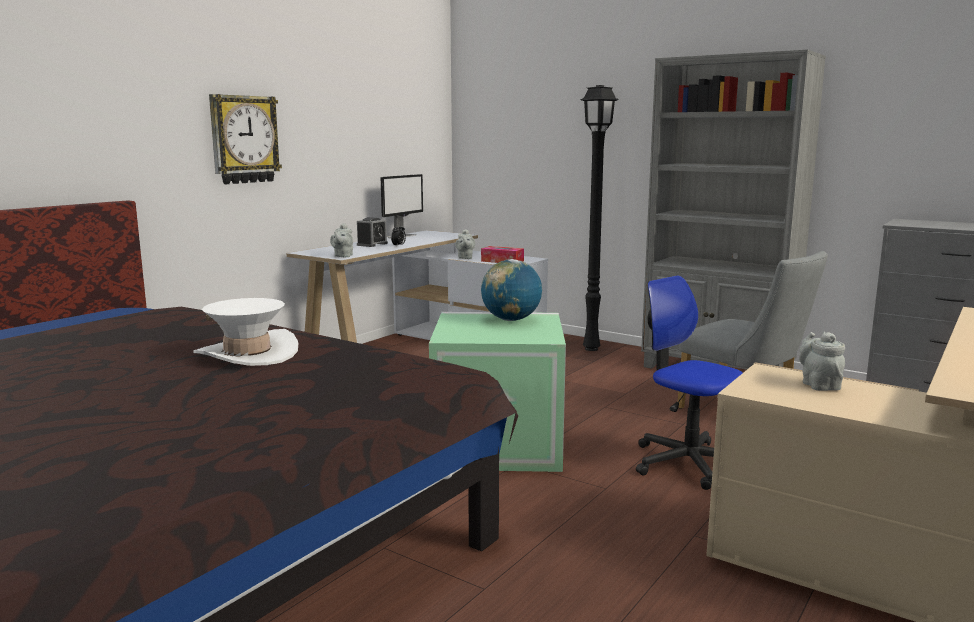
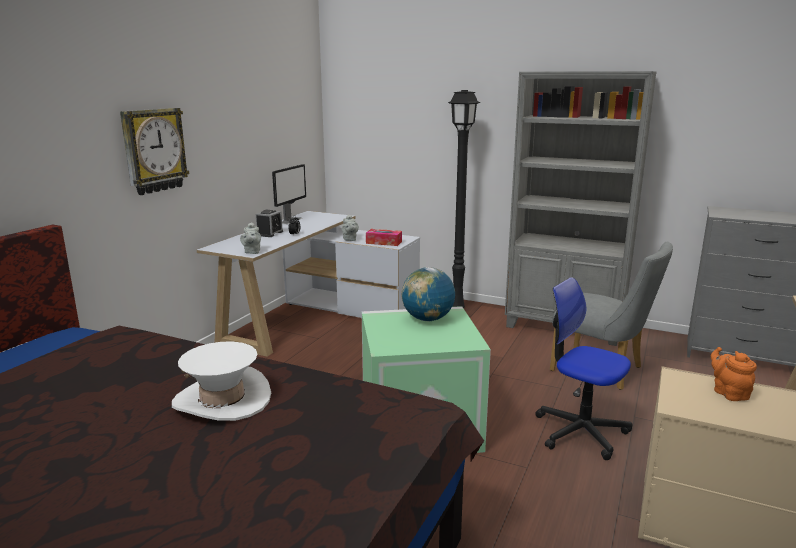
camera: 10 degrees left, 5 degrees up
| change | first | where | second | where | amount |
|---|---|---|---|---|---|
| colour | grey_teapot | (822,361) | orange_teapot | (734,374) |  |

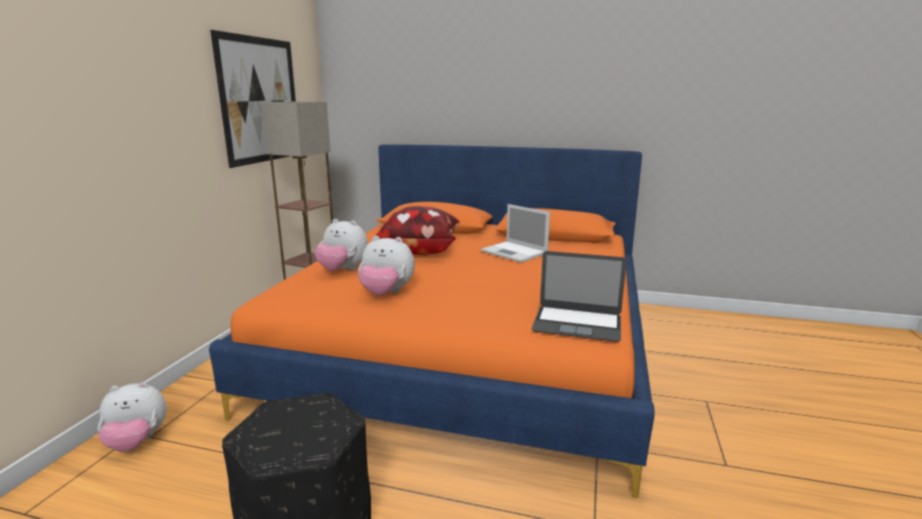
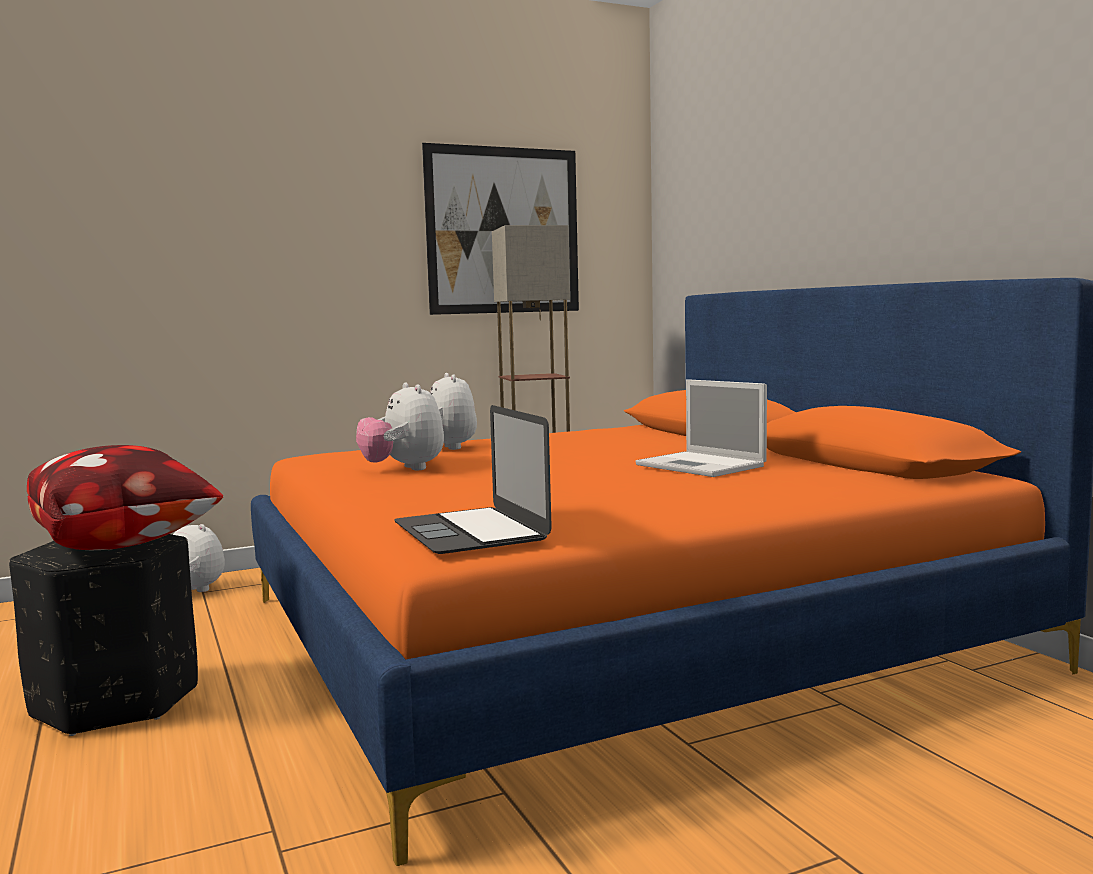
camera: 50 degrees right, 10 degrees down
| change | first | where | second | where | amount |
|---|---|---|---|---|---|
| relocated | pillow | (417,230) |  | (125,497) |  |
| spun | laptop | (515,233) |  | (701,428) | 45 degrees counterclockwise |

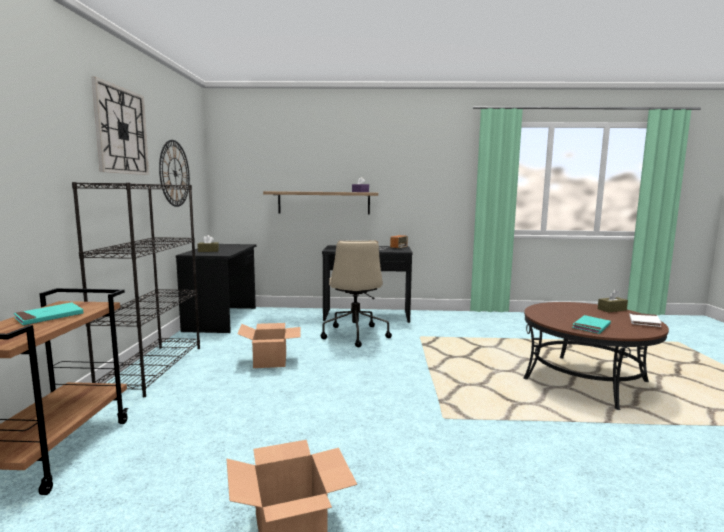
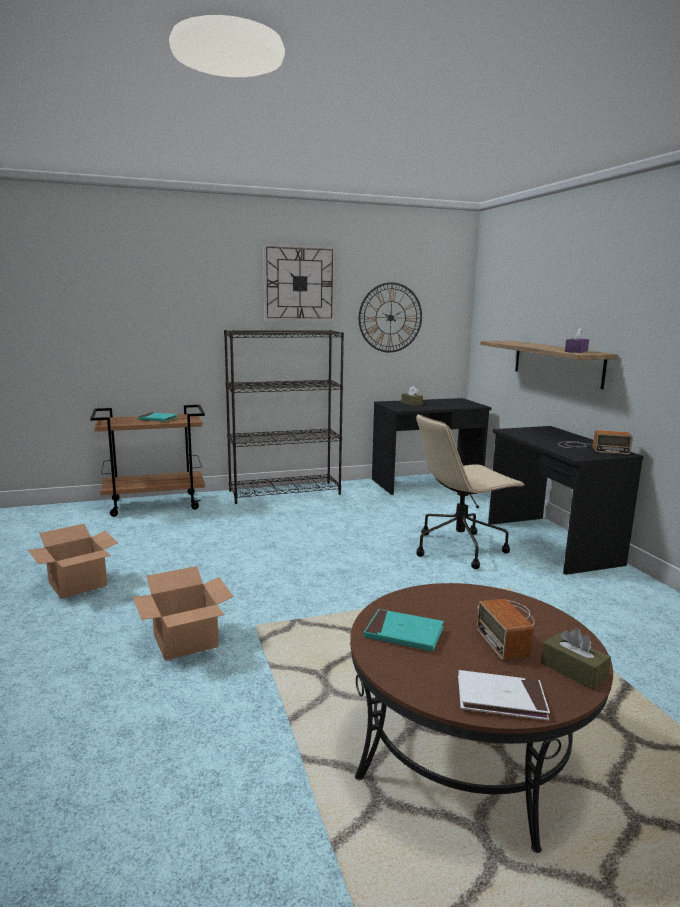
camera: 70 degrees right, 5 degrees up
| change | first | where | second | where | amount |
|---|---|---|---|---|---|
| relocated | cardboard_box | (269,345) |  | (183,613) |  |
| appeared |  |  | radio | (506,629) |  |

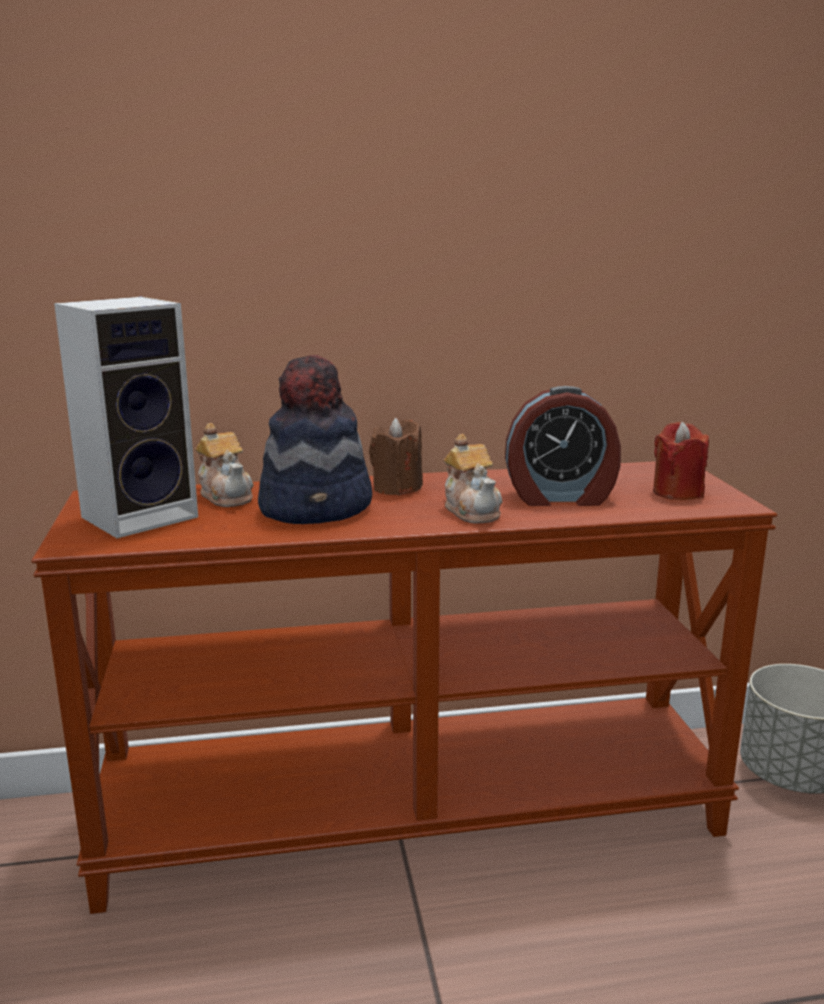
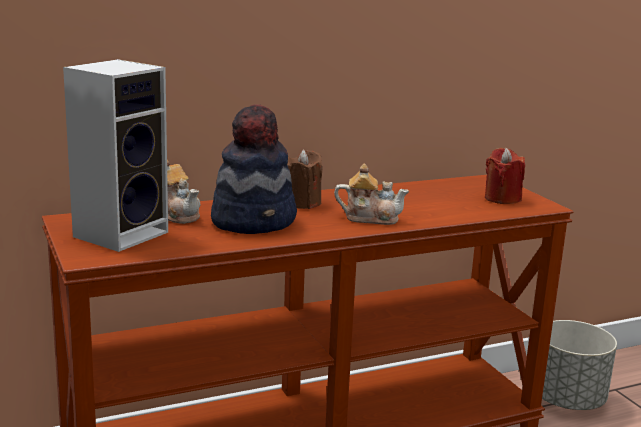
camera: 15 degrees left, 0 degrees up
| change | first | where | second | where | amount |
|---|---|---|---|---|---|
| spun | teapot | (473,479) |  | (371,194) | 45 degrees counterclockwise |
| missing | alarm_clock | (563,446) |  |  |  |

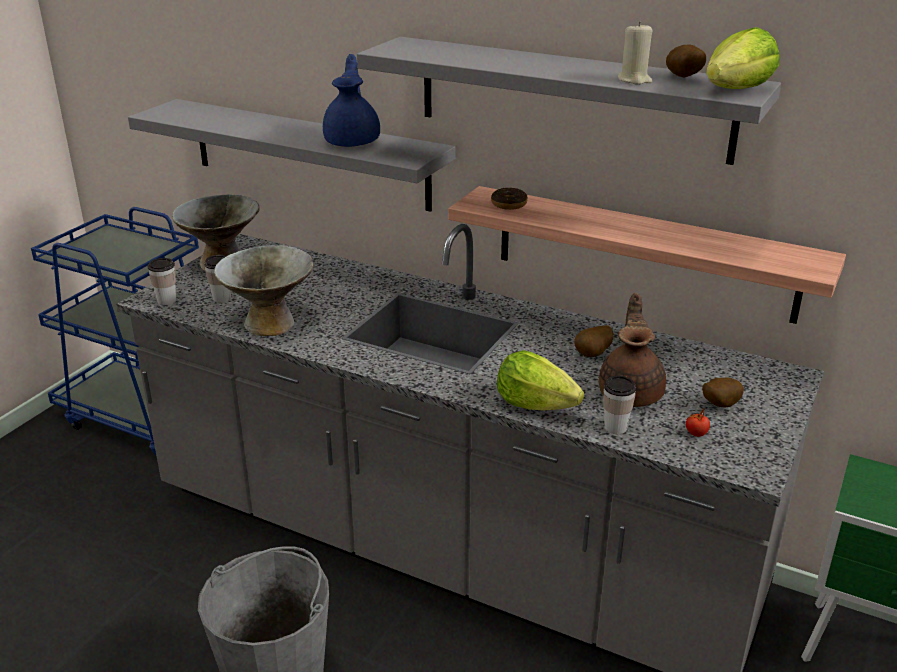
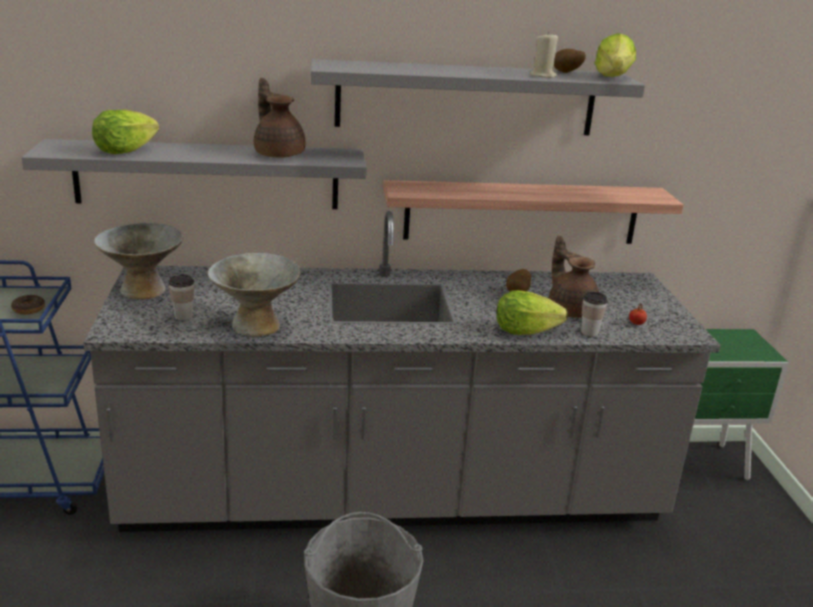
camera: 35 degrees left, 5 degrees down
| change | first | where | second | where | amount |
|---|---|---|---|---|---|
| missing | cup | (162,281) |  |  |  |
| colour | blue_teapot | (351,100) | brown_teapot | (279,118) |  |
| relocated | donut | (509,199) |  | (28,304) |  |
| missing | potato | (723,392) |  |  |  |
| appeared |  |  | lettuce | (125,132) |  |

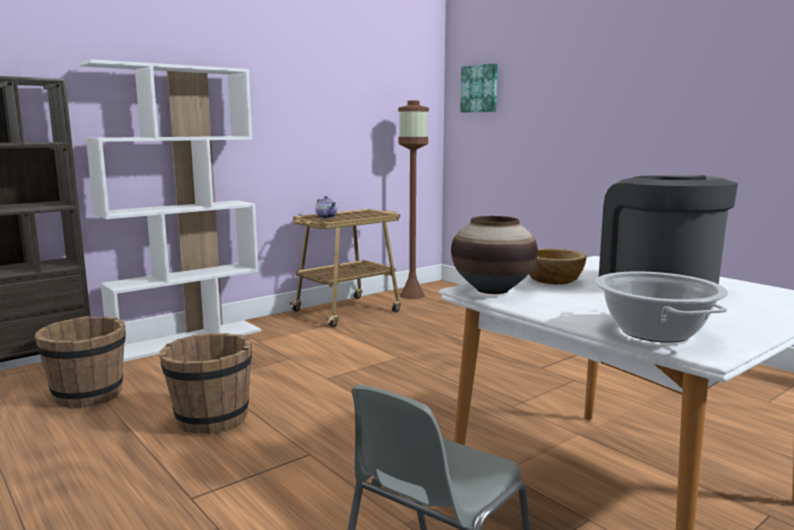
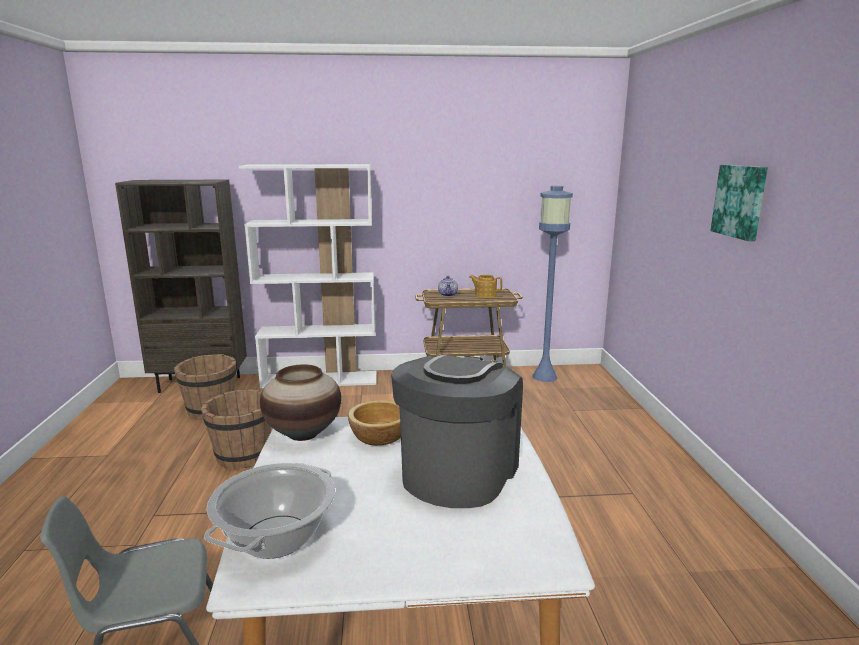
camera: 35 degrees right, 5 degrees up
| change | first | where | second | where | amount |
|---|---|---|---|---|---|
| colour | brown_floor_lamp | (413,200) | blue_floor_lamp | (552,284) |  |
| relocated | picture | (479,87) |  | (739,203) |  |
| appeared |  |  | teapot | (485,286) |  |

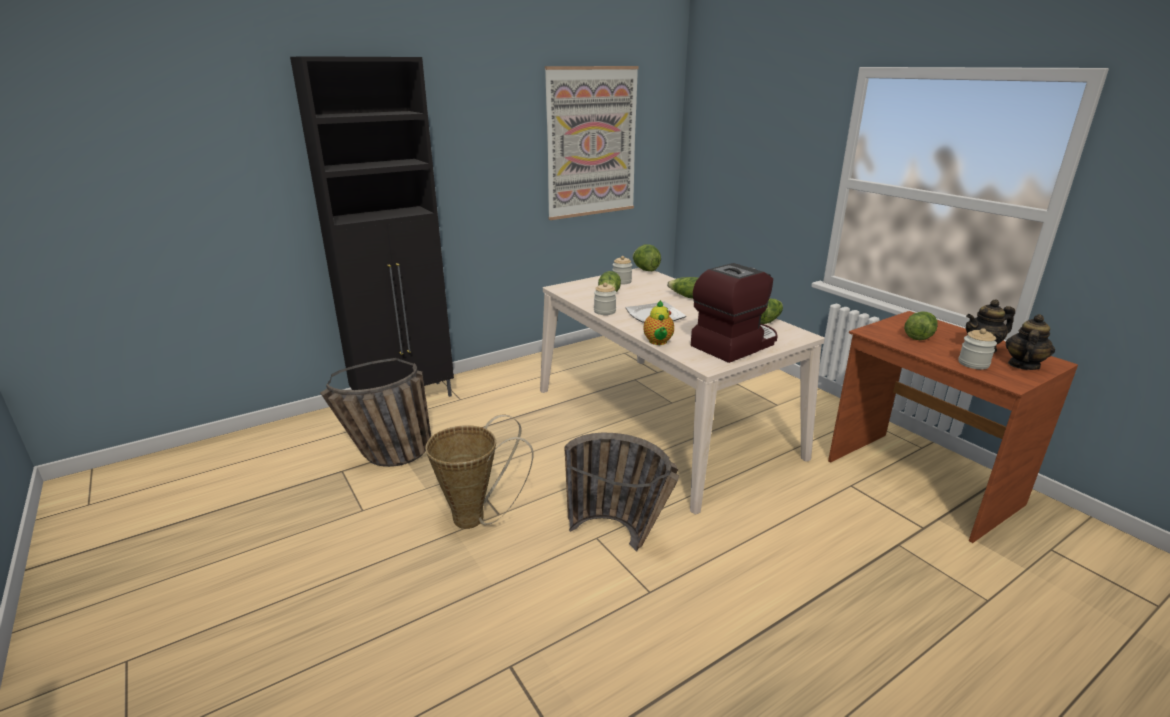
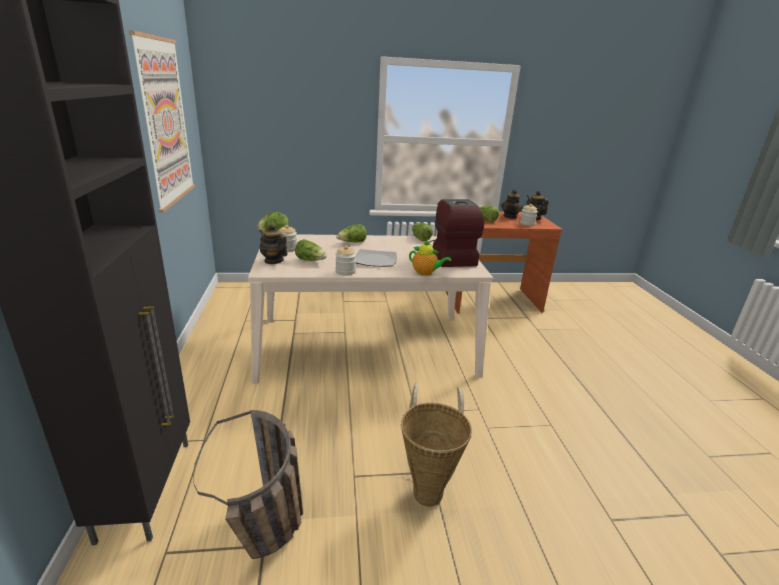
camera: 65 degrees left, 0 degrees up
| change | first | where | second | where | amount |
|---|---|---|---|---|---|
| missing | basket | (621,492) |  |  |  |
| appeared |  |  | teapot | (273,244) |  |

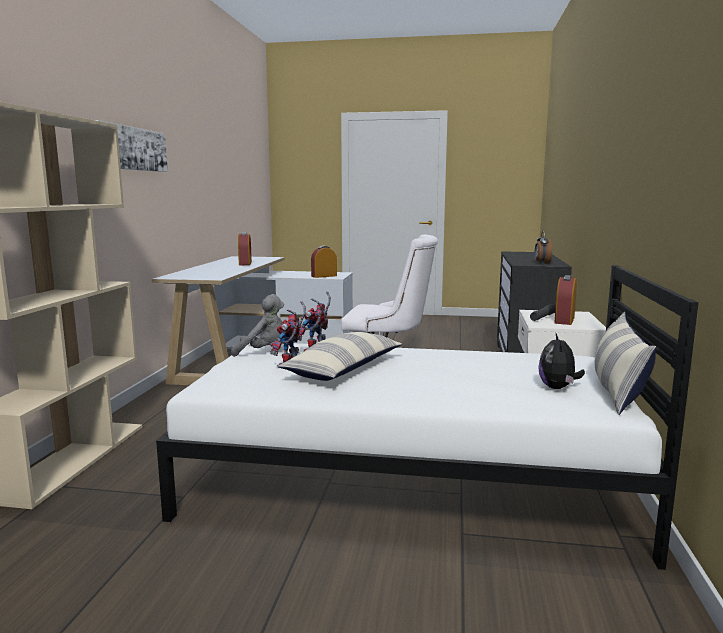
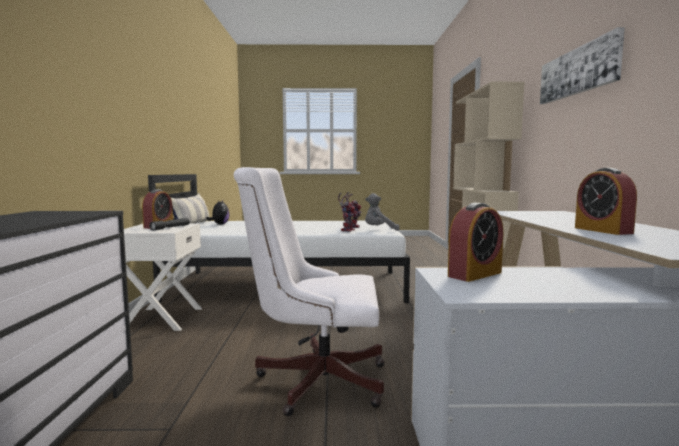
camera: 170 degrees right, 5 degrees down
| change | first | where | second | where | amount |
|---|---|---|---|---|---|
| missing | pillow | (340,356) |  |  |  |
| missing | alarm_clock | (543,247) |  |  |  |

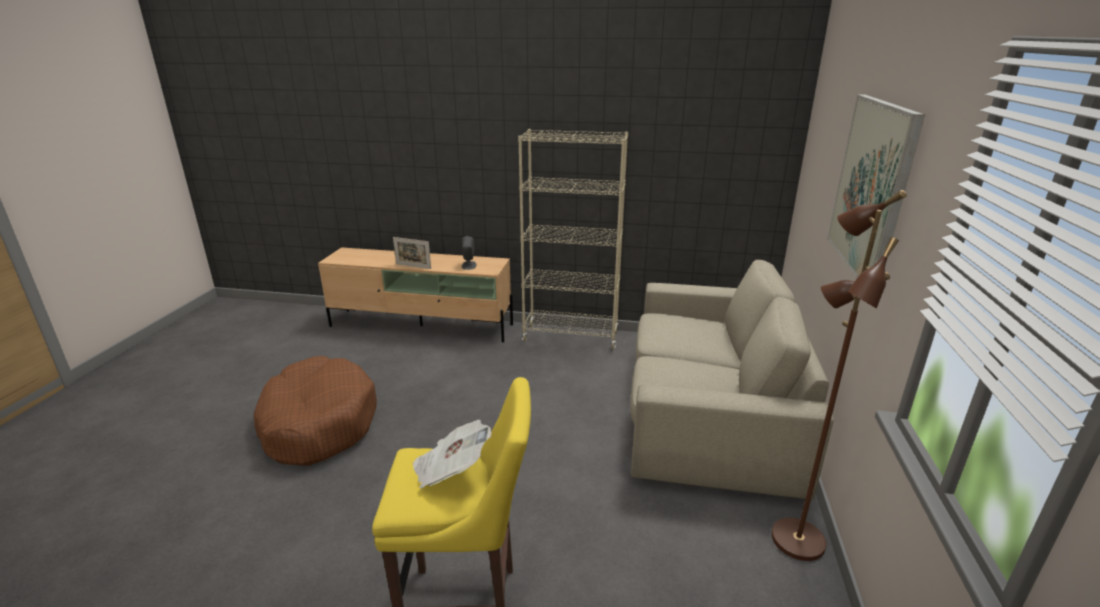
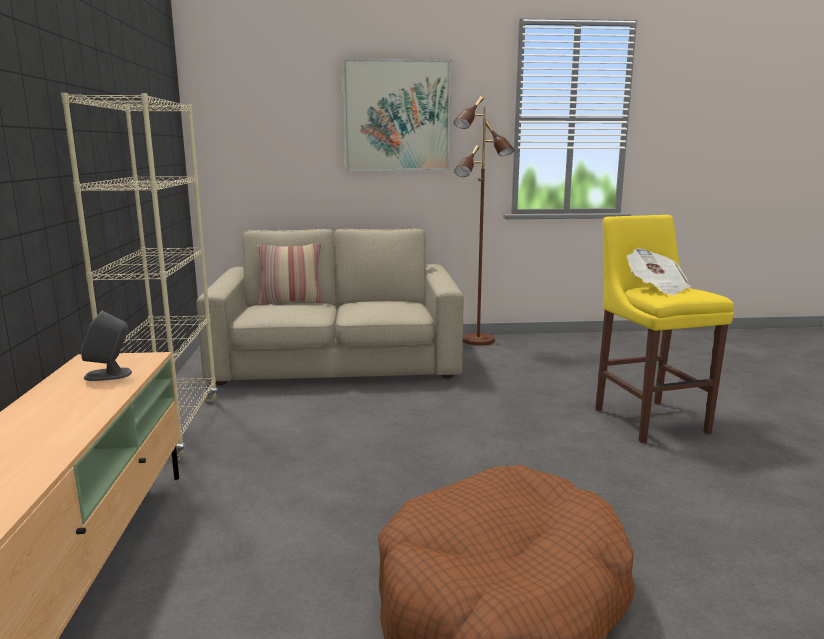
camera: 105 degrees left, 10 degrees down
| change | first | where | second | where | amount |
|---|---|---|---|---|---|
| missing | picture_frame | (412,253) |  |  |  |
| appeared |  |  | pillow | (290,274) |  |

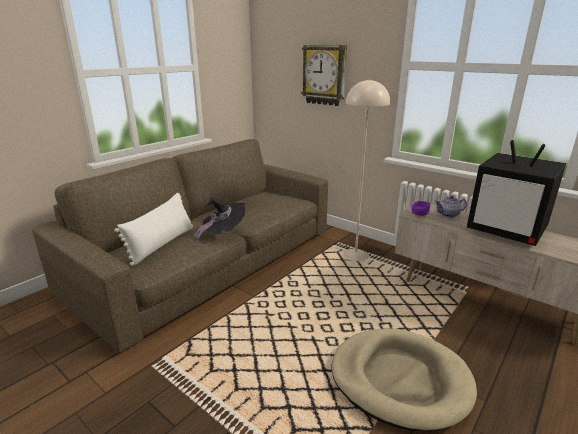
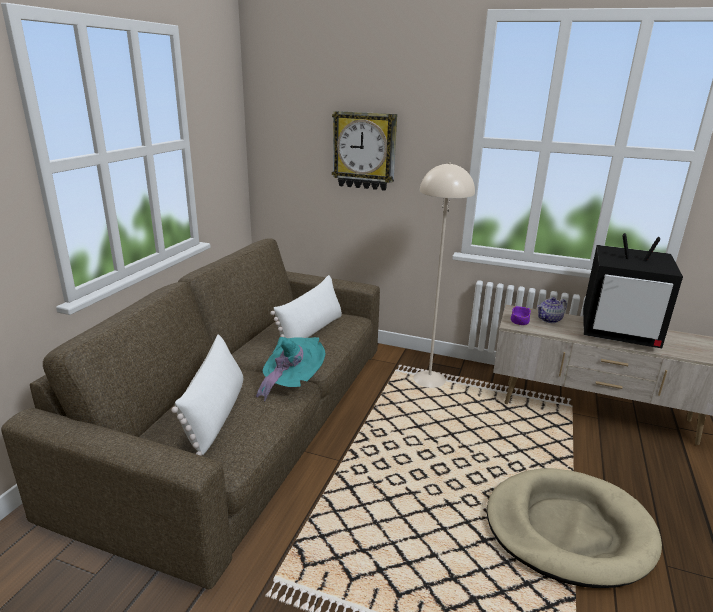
camera: 20 degrees left, 0 degrees up
| change | first | where | second | where | amount |
|---|---|---|---|---|---|
| colour | black_hat | (219,219) | turquoise_hat | (290,369) |  |
| appeared |  |  | white_pillow | (306,306) |  |

